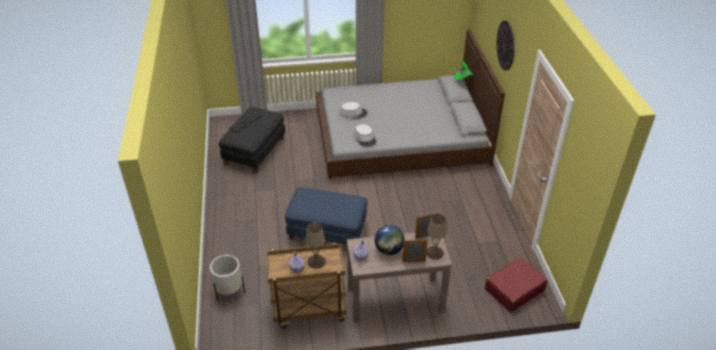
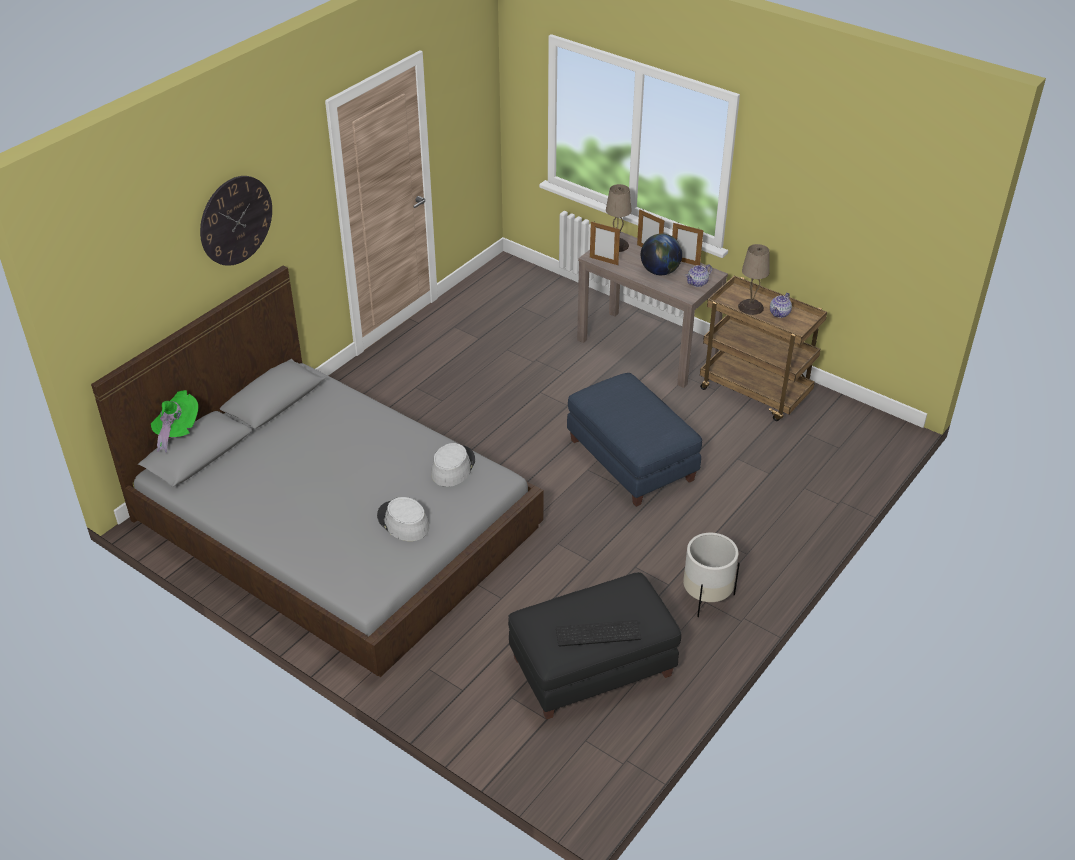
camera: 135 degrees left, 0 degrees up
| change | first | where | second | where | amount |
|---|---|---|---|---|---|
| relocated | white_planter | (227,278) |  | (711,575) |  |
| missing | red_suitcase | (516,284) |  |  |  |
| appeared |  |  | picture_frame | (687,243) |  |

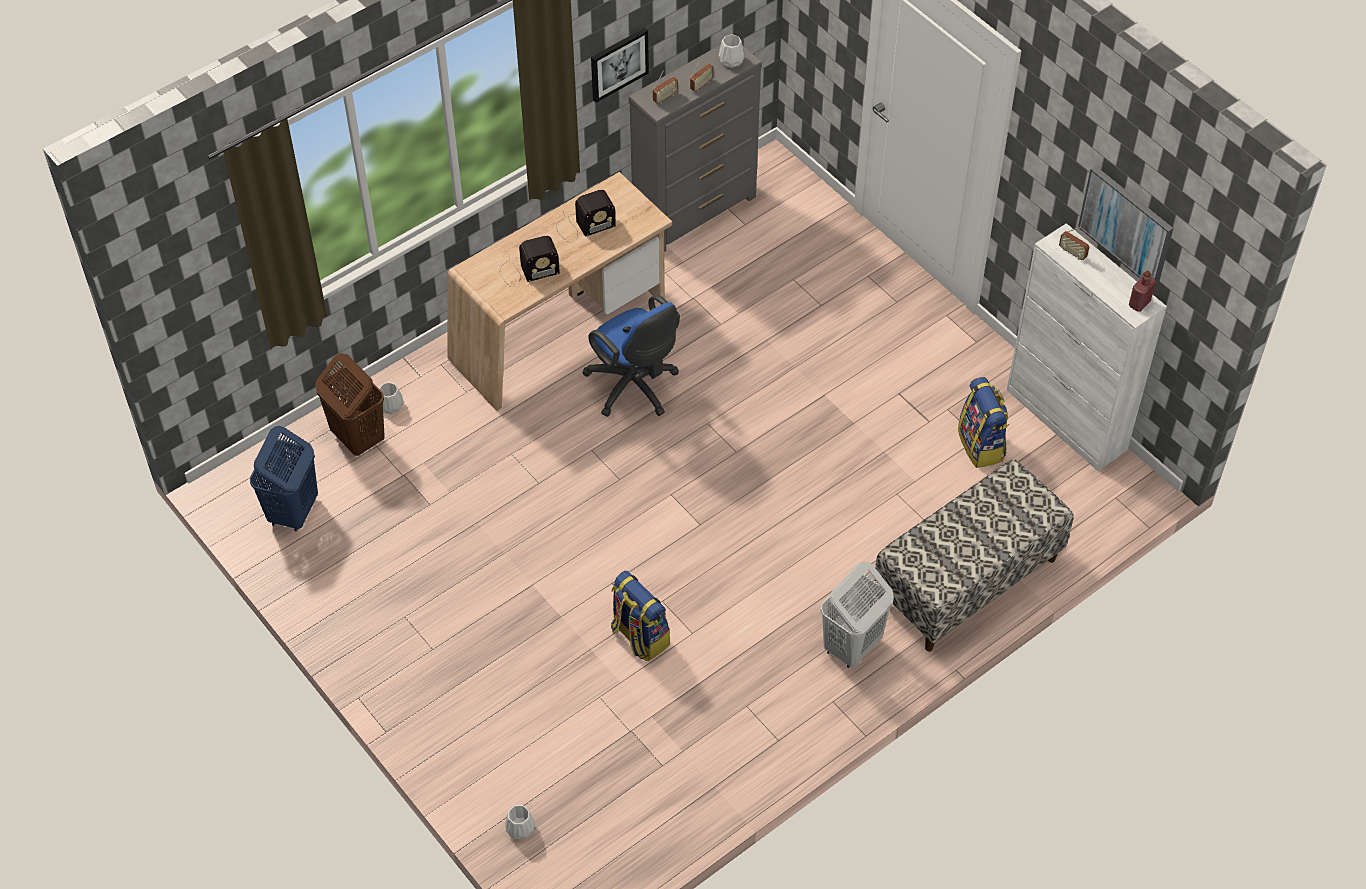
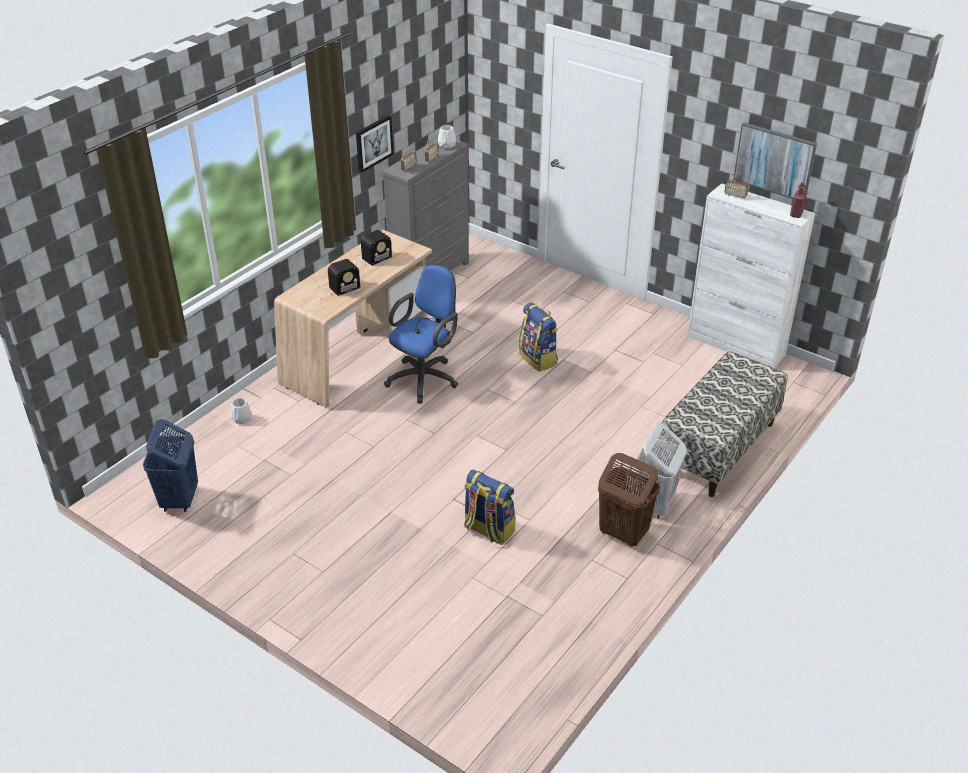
camera: 15 degrees left, 15 degrees down
| change | first | where | second | where | amount |
|---|---|---|---|---|---|
| relocated | brown_laundry_basket | (350,404) |  | (629,500) |  |
| missing | white_vase | (519,822) |  |  |  |
| spun | blue_office_chair | (631,356) |  | (421,334) | 90 degrees counterclockwise |
| relocated | backpack | (983,422) |  | (538,337) |  |

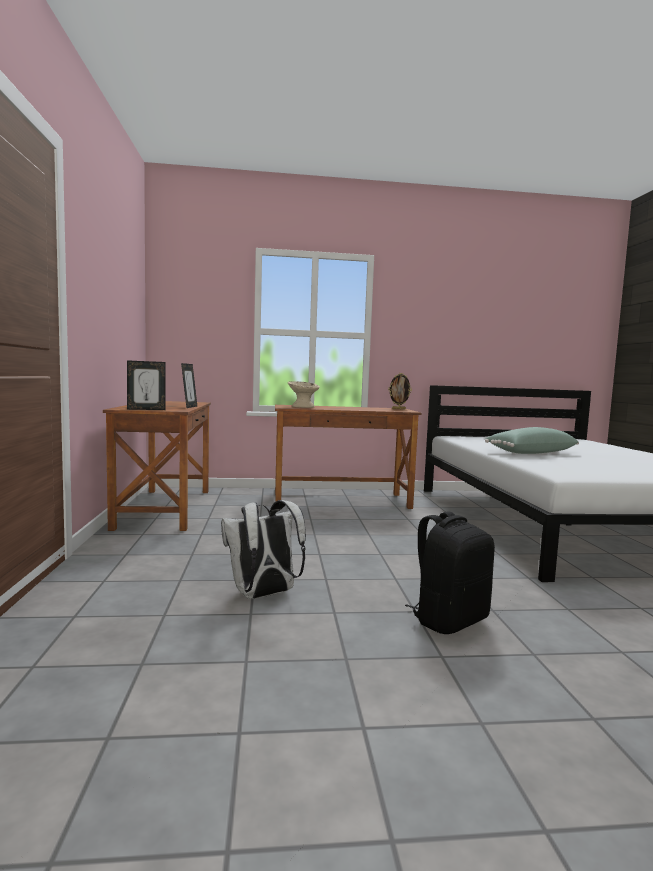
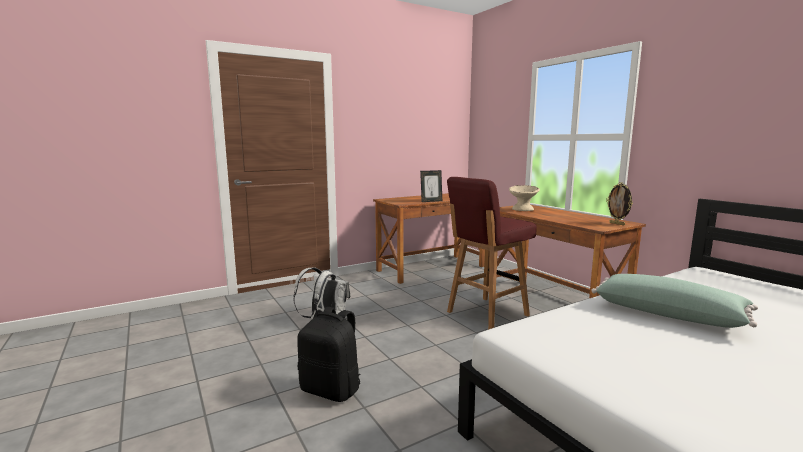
camera: 65 degrees right, 5 degrees up
| change | first | where | second | where | amount |
|---|---|---|---|---|---|
| missing | picture_frame | (146,385) |  |  |  |
| appeared |  |  | red_stool | (492,253) |  |

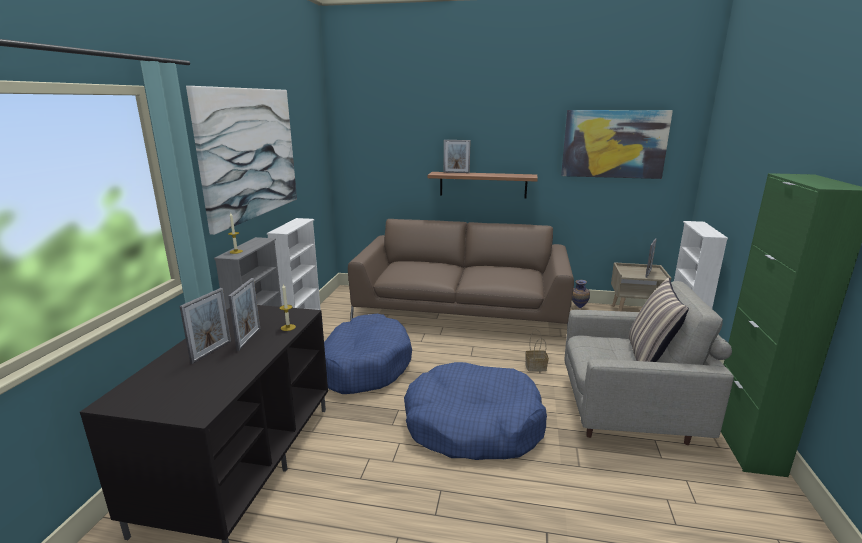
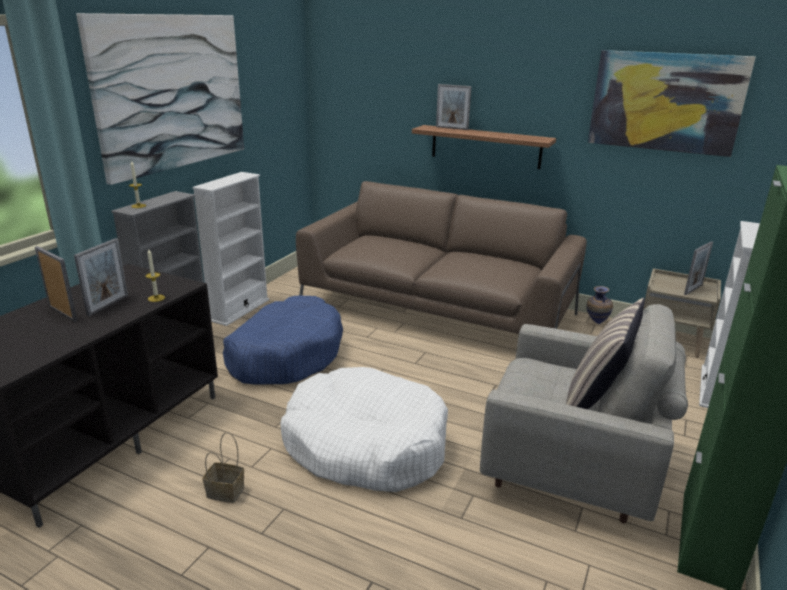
camera: 15 degrees right, 5 degrees up
| change | first | where | second | where | amount |
|---|---|---|---|---|---|
| spun | picture_frame | (205,326) |  | (56,284) | 90 degrees counterclockwise |
| colour | blue_dog_bed | (475,411) | white_dog_bed | (364,429) |  |
| relocated | basket | (537,350) |  | (223,467) |  |

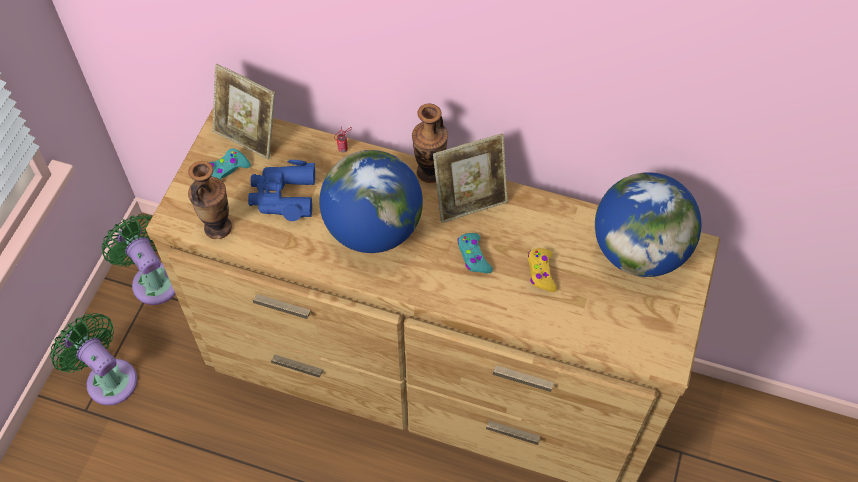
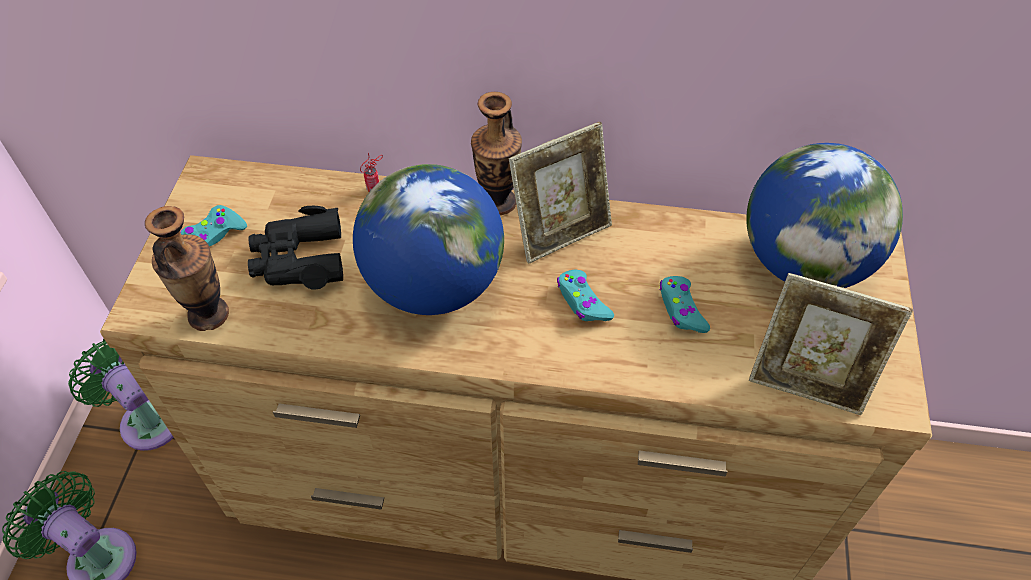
camera: 10 degrees left, 5 degrees down
| change | first | where | second | where | amount |
|---|---|---|---|---|---|
| relocated | picture_frame | (244,111) |  | (831,344) |  |
| colour | blue_binoculars | (281,190) | black_binoculars | (295,248) |  |
| colour | yellow_game_controller | (542,270) | turquoise_game_controller | (685,304) |  |

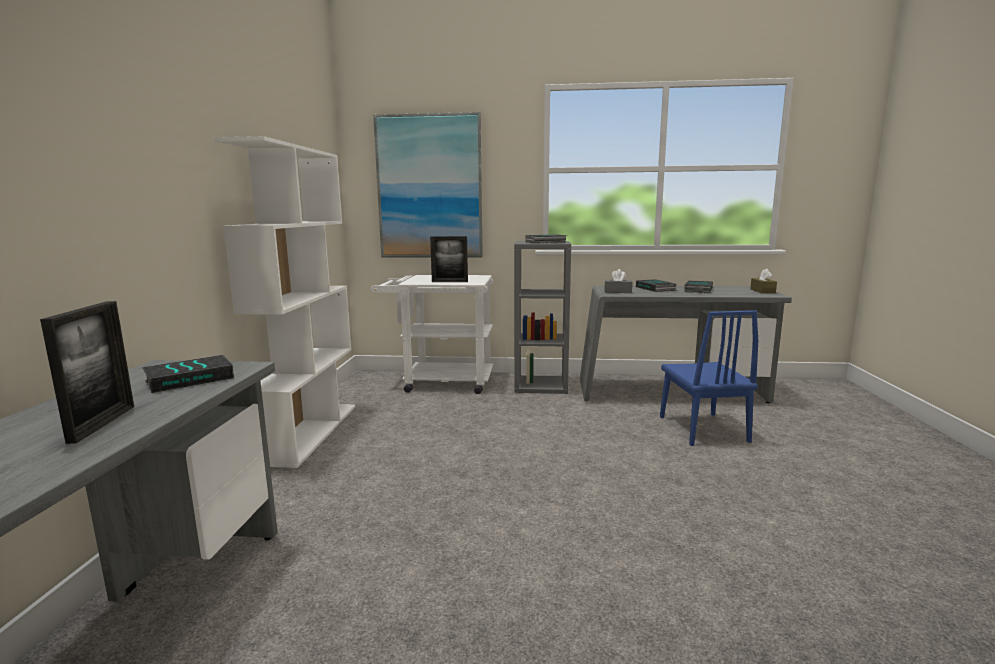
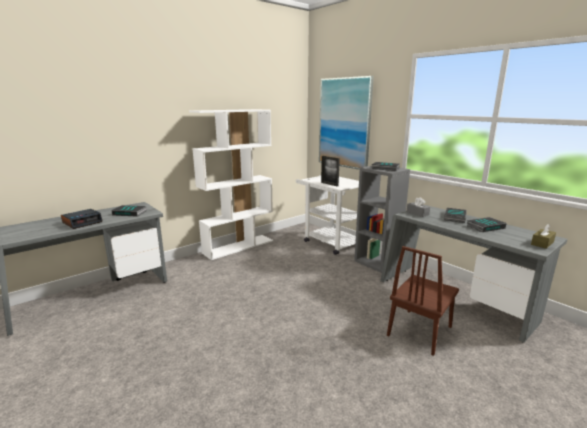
camera: 45 degrees right, 5 degrees up
| change | first | where | second | where | amount |
|---|---|---|---|---|---|
| exchanged | picture_frame | (87,372) | alarm_clock | (81,219) |  |
| colour | blue_chair | (709,378) | brown_chair | (423,301) |  |

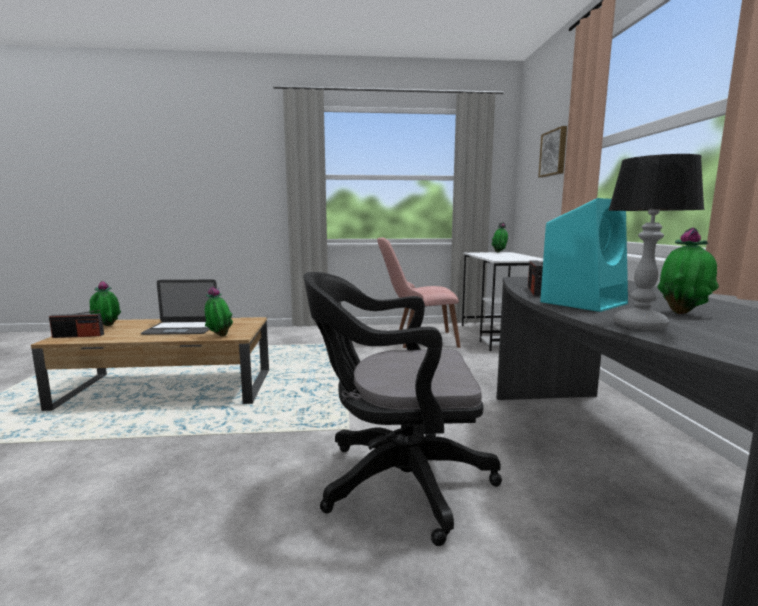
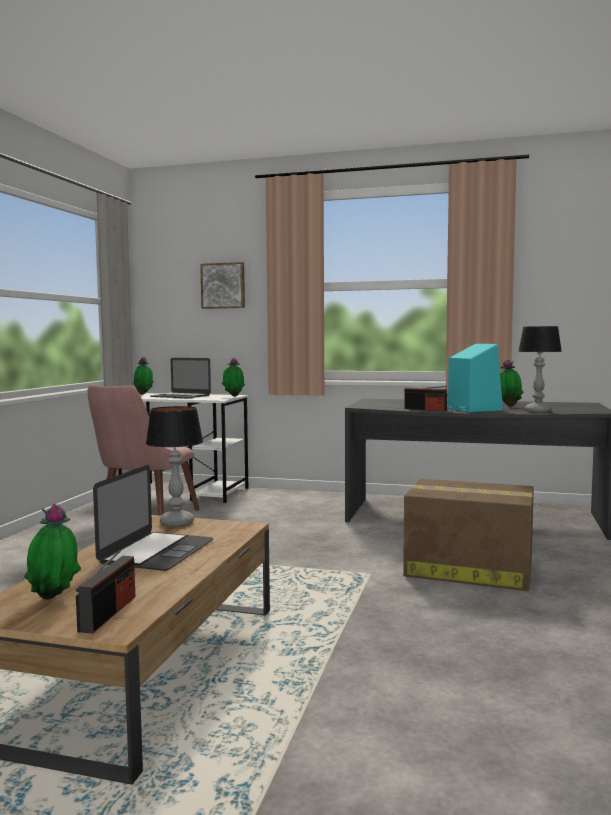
camera: 70 degrees left, 5 degrees down
| change | first | where | second | where | amount |
|---|---|---|---|---|---|
| relocated | potted_plant | (219,311) |  | (233,377) |  |
| exchanged | black_office_chair | (402,409) | cardboard_box | (468,535) |  |
| appeared |  |  | table_lamp | (174,466) |  |
| appeared |  |  | laptop | (180,378) |  |

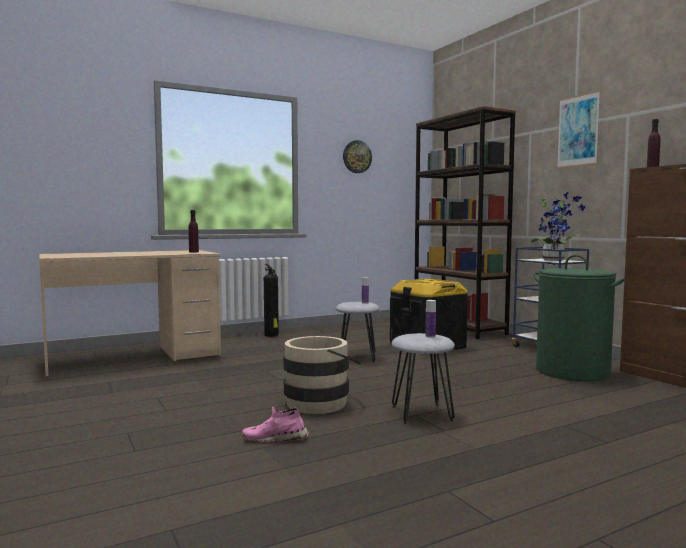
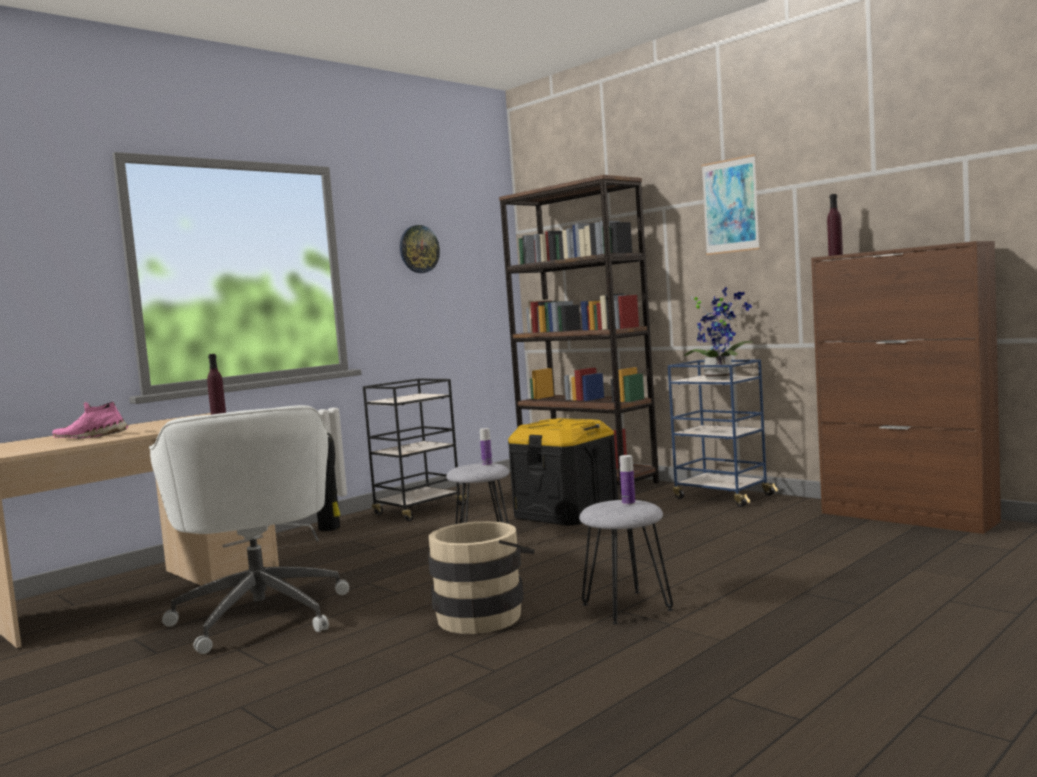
camera: 15 degrees left, 0 degrees up
| change | first | where | second | where | amount |
|---|---|---|---|---|---|
| relocated | pink_shoe | (275,424) |  | (90,420) |  |
| missing | green_laundry_basket | (579,318) |  |  |  |
| appeared |  |  | white_office_chair | (249,529) |  |
| appeared |  |  | black_cart | (415,450) |  |

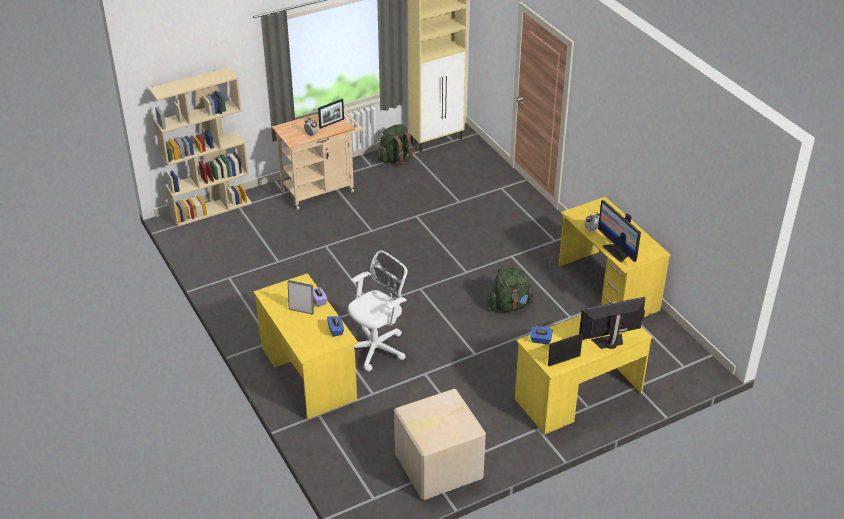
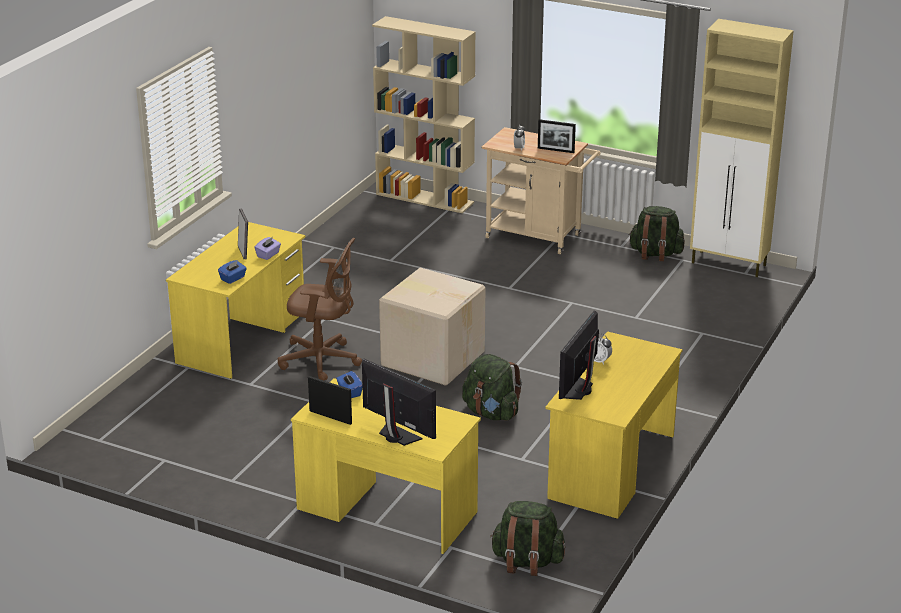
camera: 55 degrees right, 10 degrees down
| change | first | where | second | where | amount |
|---|---|---|---|---|---|
| colour | white_office_chair | (377,310) | brown_office_chair | (320,309) |  |
| relocated | cardboard_box | (440,444) |  | (432,326) |  |
| appeared |  |  | green_backpack | (527,538) |  |

